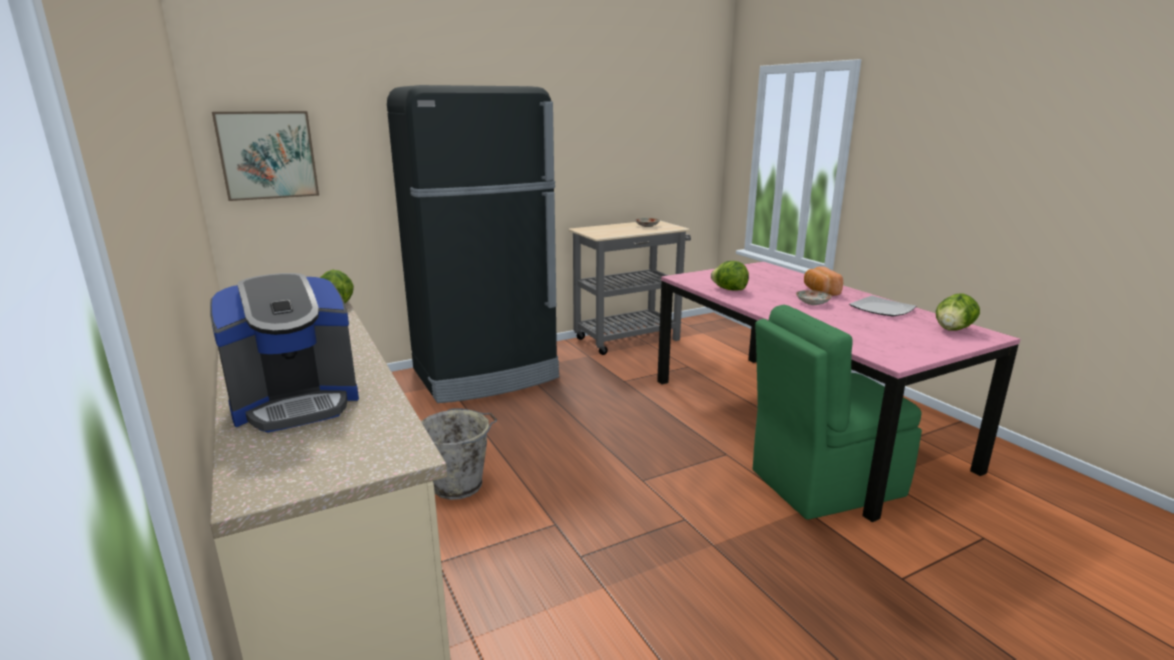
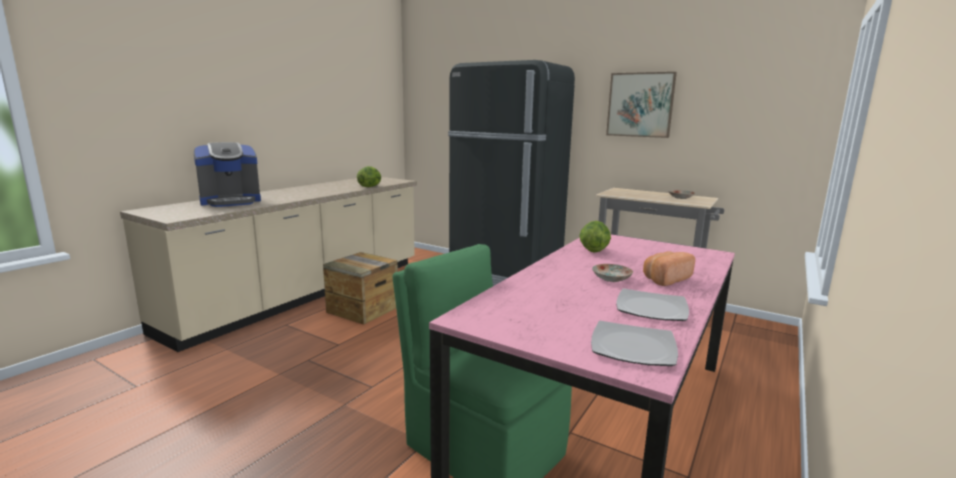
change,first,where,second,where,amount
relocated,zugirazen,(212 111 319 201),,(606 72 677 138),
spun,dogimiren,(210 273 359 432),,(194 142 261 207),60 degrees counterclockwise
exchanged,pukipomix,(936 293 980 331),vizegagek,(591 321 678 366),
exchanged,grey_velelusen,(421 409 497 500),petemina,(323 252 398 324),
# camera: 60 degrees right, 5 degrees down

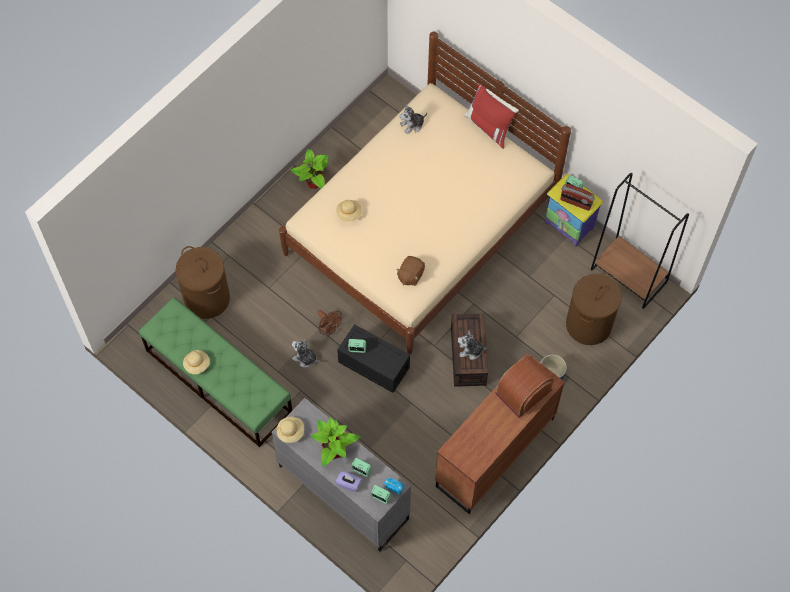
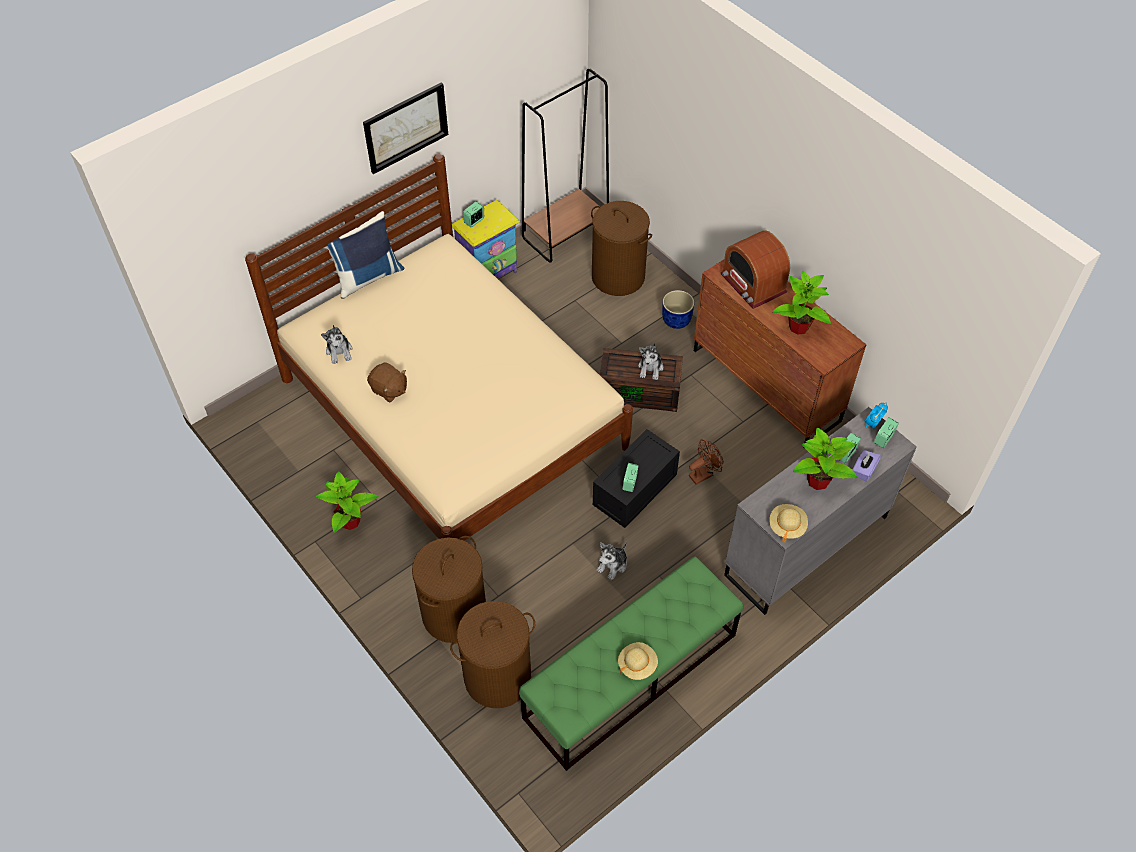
change,first,where,second,where,amount
colour,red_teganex,(464 84 519 149),blue_teganex,(326 211 405 299),
missing,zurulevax,(560 184 595 211),,,
missing,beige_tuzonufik,(336 200 362 222),,,
relocated,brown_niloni,(396 256 425 286),,(367 362 407 402),
relocated,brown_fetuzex,(317 310 342 336),,(689 439 723 485),
appeared,,,zugirazen,(363 82 448 174),
appeared,,,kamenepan,(772 271 831 335),
appeared,,,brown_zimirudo,(412 536 486 643),
# camera: 80 degrees left, 10 degrees down

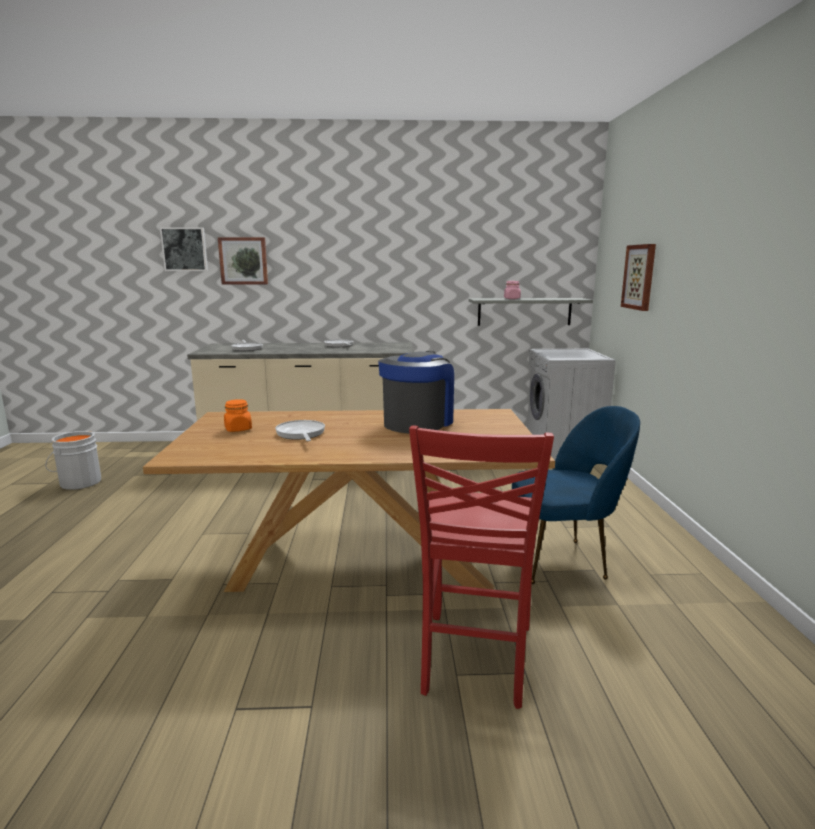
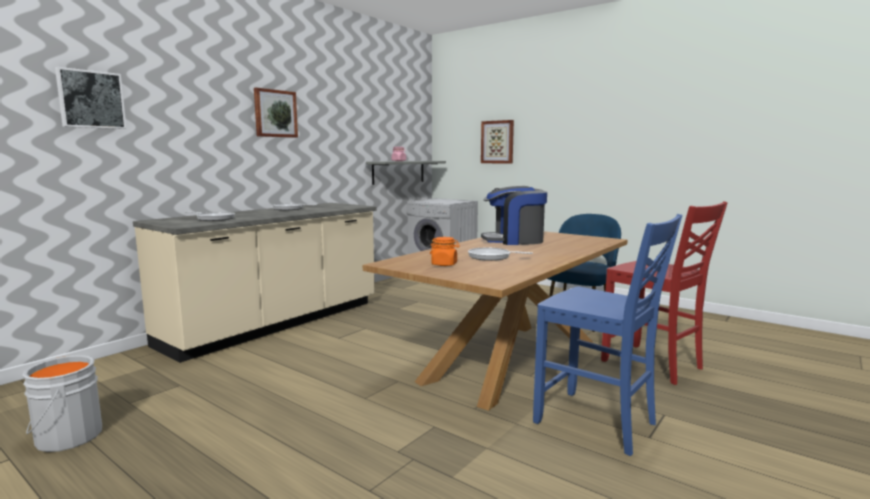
change,first,where,second,where,amount
relocated,zugirazen,(218 237 268 285),,(254 87 298 138),
spun,dogimiren,(378 351 454 434),,(481 186 547 245),75 degrees counterclockwise
appeared,,,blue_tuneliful,(533 214 682 456),
# camera: 50 degrees left, 5 degrees down

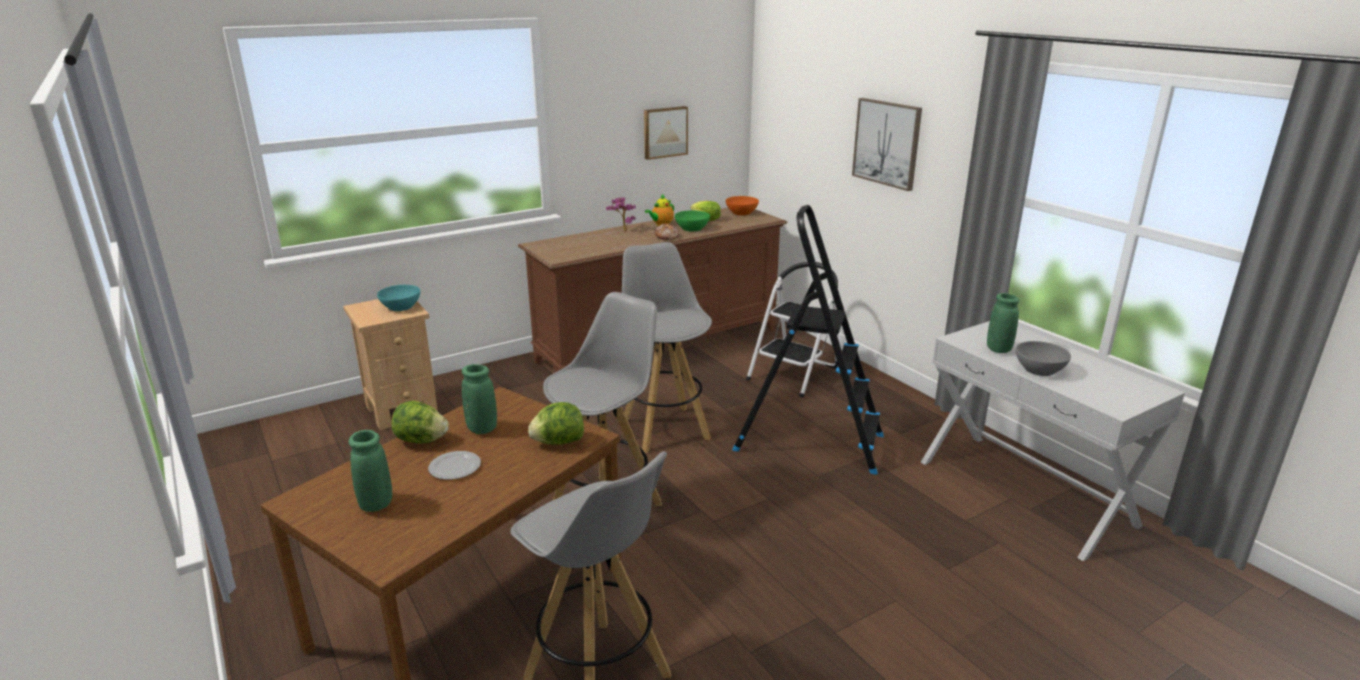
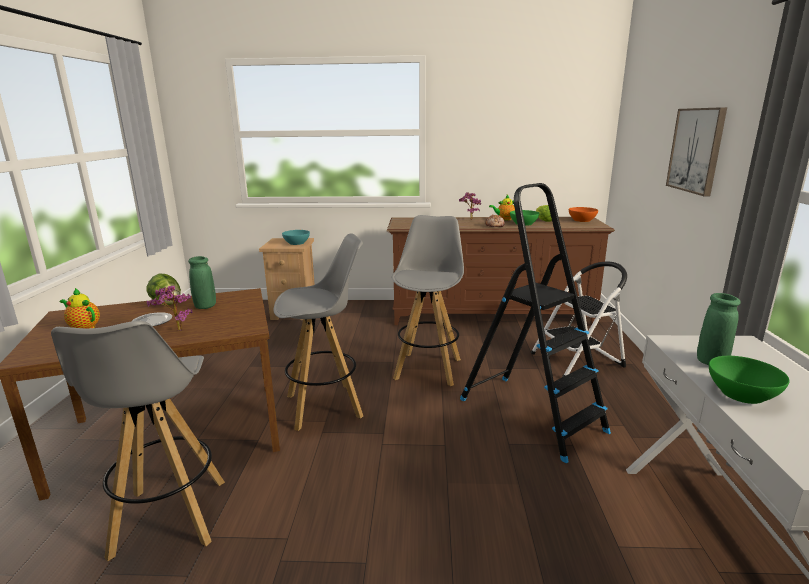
change,first,where,second,where,amount
missing,zugirazen,(644 106 688 160),,,
colour,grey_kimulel,(1016 341 1071 376),green_kimulel,(709 356 790 404),
missing,pukipomix,(528 402 584 445),,,
exchanged,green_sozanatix,(349 430 392 512),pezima,(60 288 100 328),
appeared,,,kamenepan,(147 286 193 331),
# camera: 35 degrees right, 5 degrees down

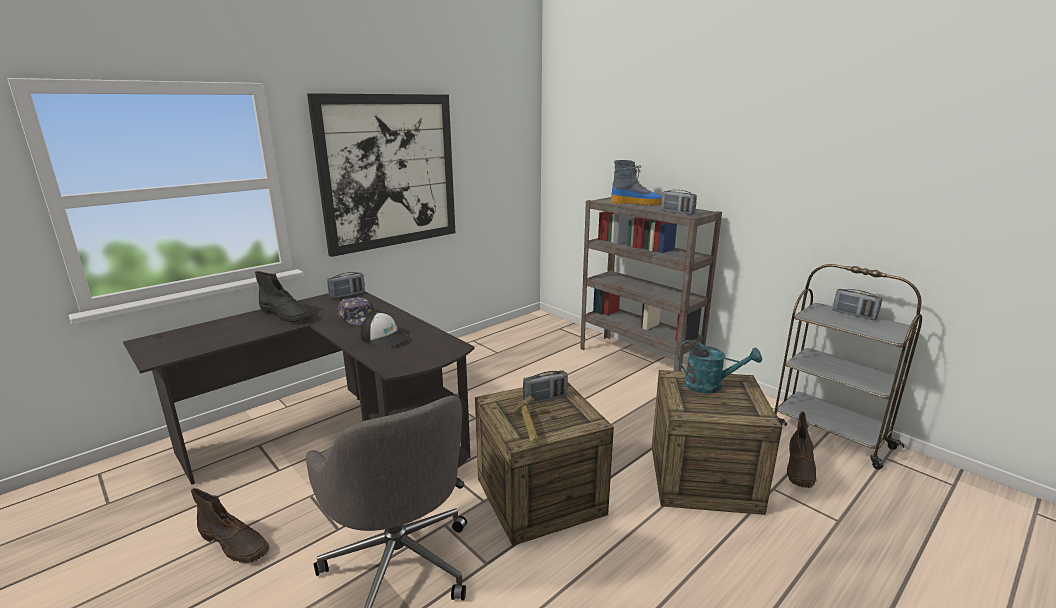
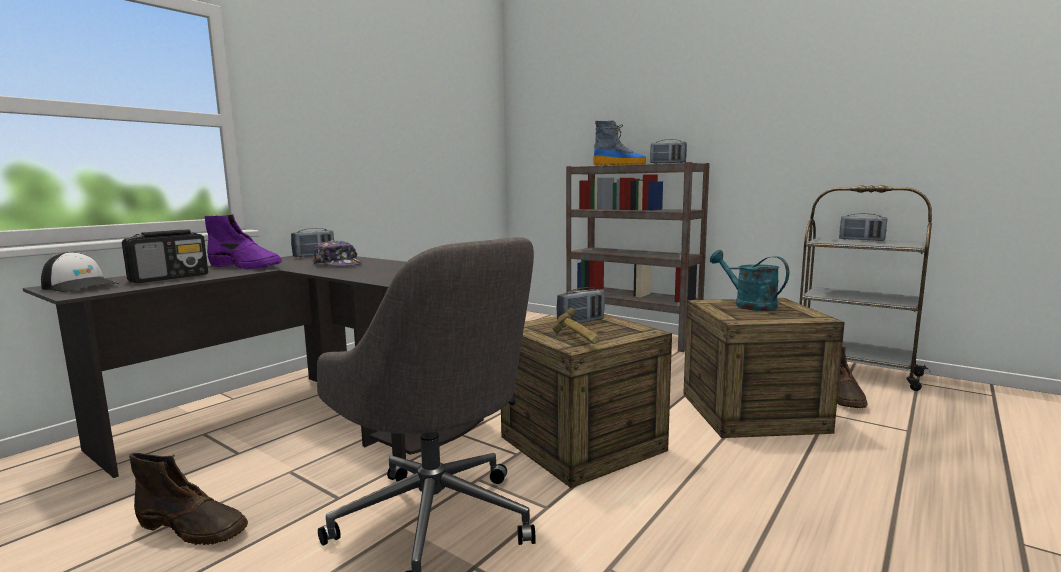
change,first,where,second,where,amount
missing,zugirazen,(307 93 455 257),,,
colour,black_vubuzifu,(255 271 313 322),purple_vubuzifu,(205 214 282 269),
relocated,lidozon,(360 312 411 348),,(41 252 119 292),
spun,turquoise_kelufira,(678 340 762 394),,(710 250 789 311),135 degrees counterclockwise
appeared,,,zurulevax,(122 229 208 283),
# camera: 10 degrees left, 10 degrees down

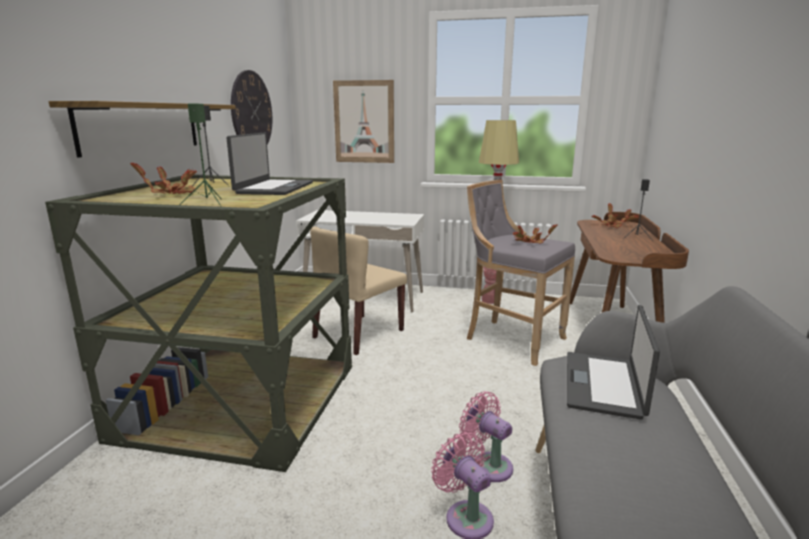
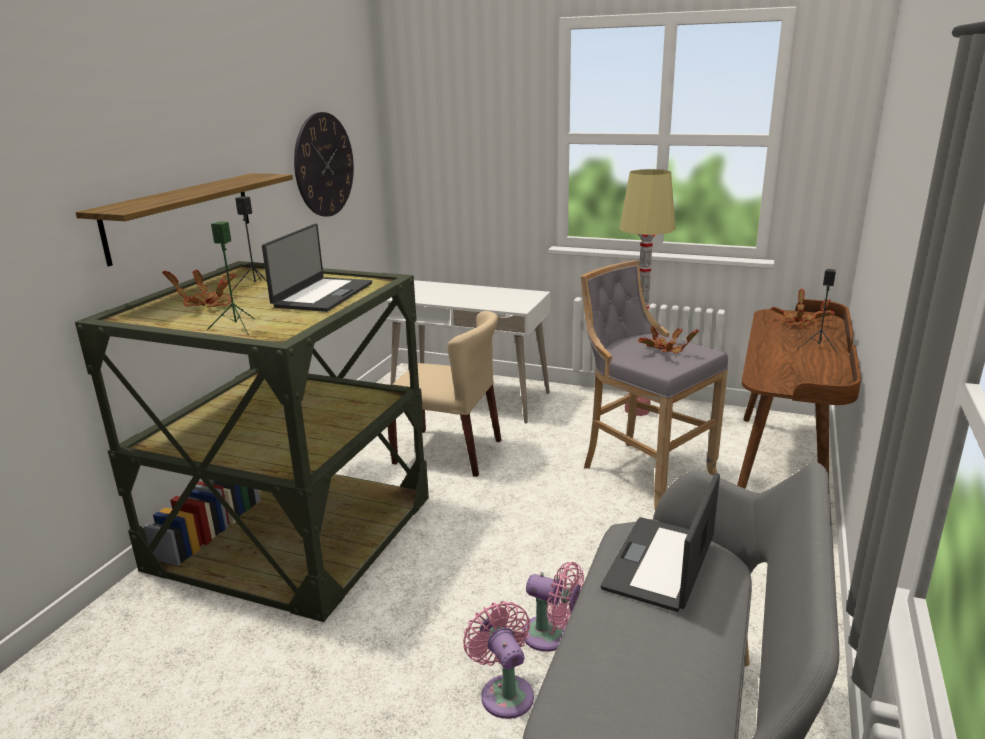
change,first,where,second,where,amount
missing,zugirazen,(333 80 394 163),,,
spun,beige_tuneliful,(310 226 407 355),,(388 311 501 477),120 degrees counterclockwise
spun,pink_fetuzex,(459 391 513 482),,(522 562 584 652),150 degrees clockwise
# camera: 10 degrees right, 5 degrees up

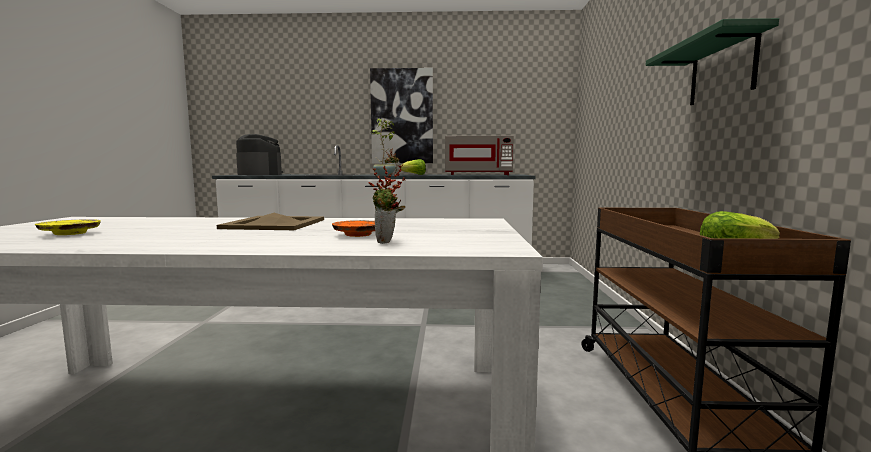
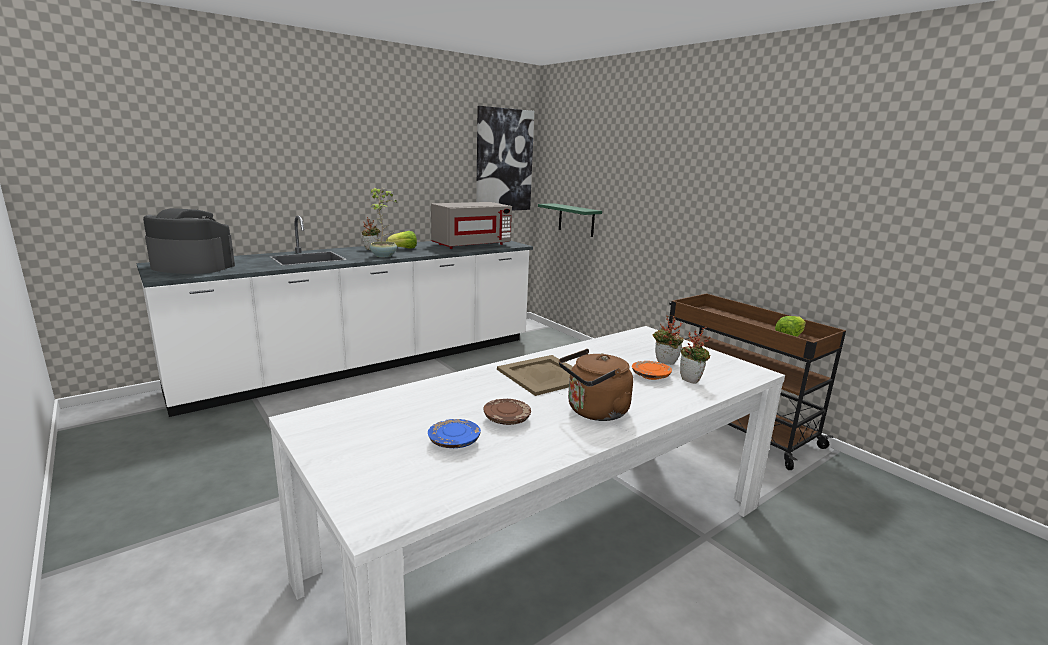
change,first,where,second,where,amount
relocated,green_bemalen,(645 18 779 105),,(538 203 602 237),
relocated,zugirazen,(370 68 433 163),,(476 106 534 211),
colour,yellow_vizegagek,(35 219 101 235),blue_vizegagek,(428 419 481 448),
appeared,,,kamenepan,(653 315 684 365),
appeared,,,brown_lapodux,(559 349 633 421),
appeared,,,brown_vizegagek,(483 399 531 425),
# camera: 40 degrees left, 10 degrees up

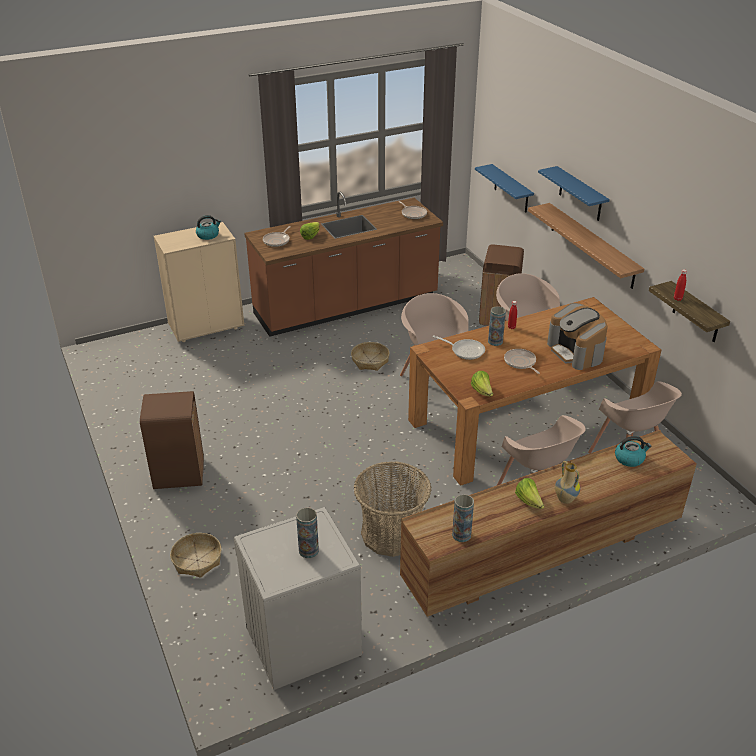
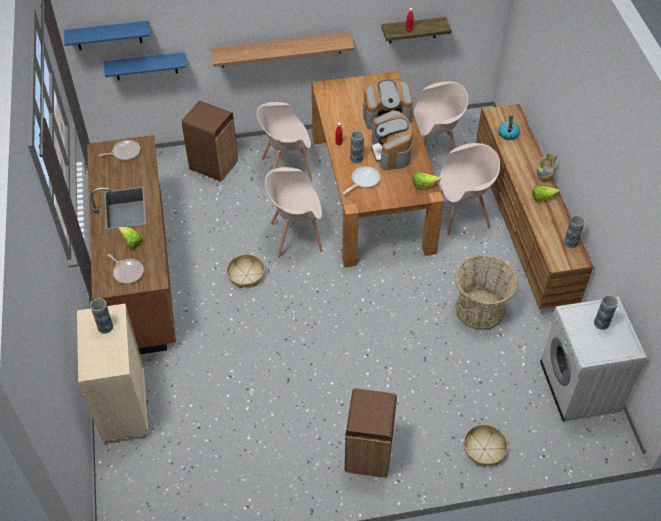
change,first,where,second,where,amount
relocated,blue_bemalen,(538 166 610 221),,(64 21 150 50),
exchanged,lapodux,(196 215 221 240),sozanatix,(90 298 113 334),
exchanged,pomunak,(504 349 540 374),dogimiren,(371 110 413 171),
# camera: 75 degrees left, 15 degrees up

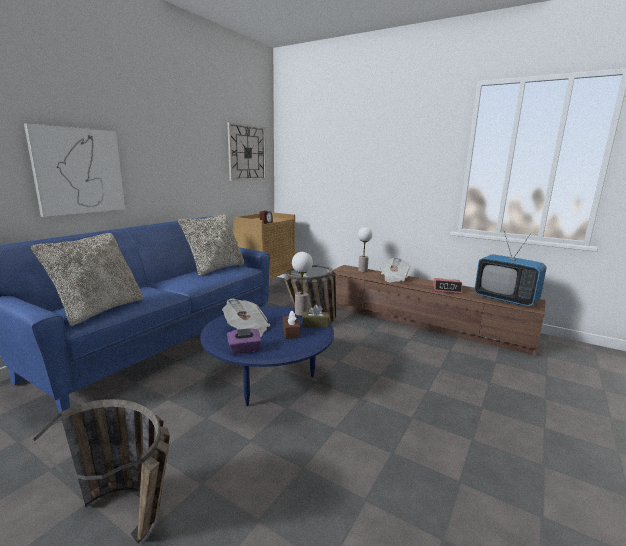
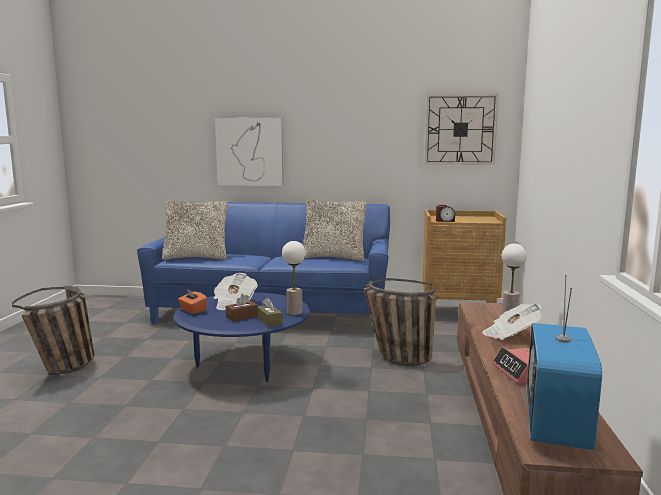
change,first,where,second,where,amount
colour,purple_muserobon,(227 329 261 354),orange_muserobon,(178 289 207 314),
# camera: 65 degrees right, 5 degrees down

